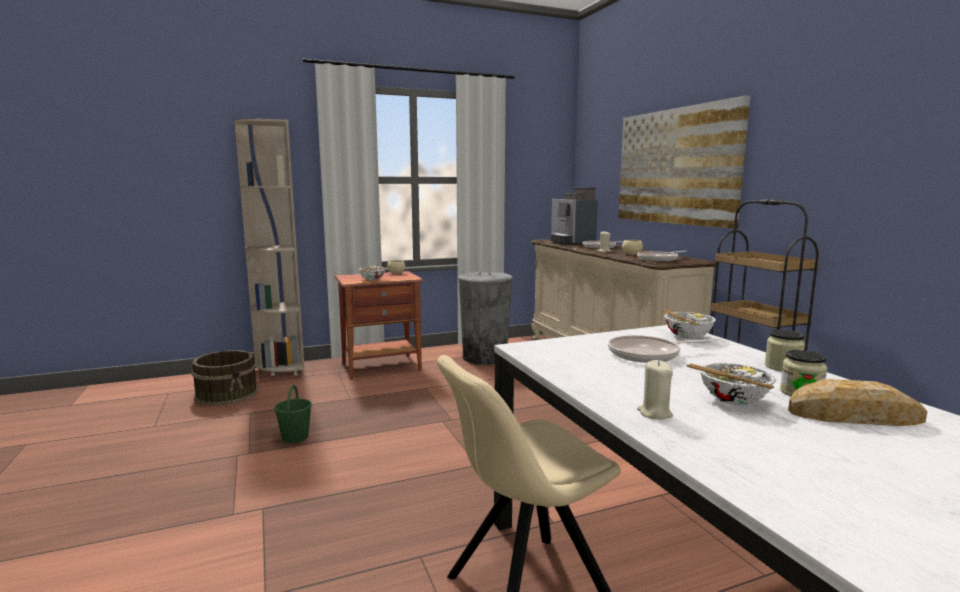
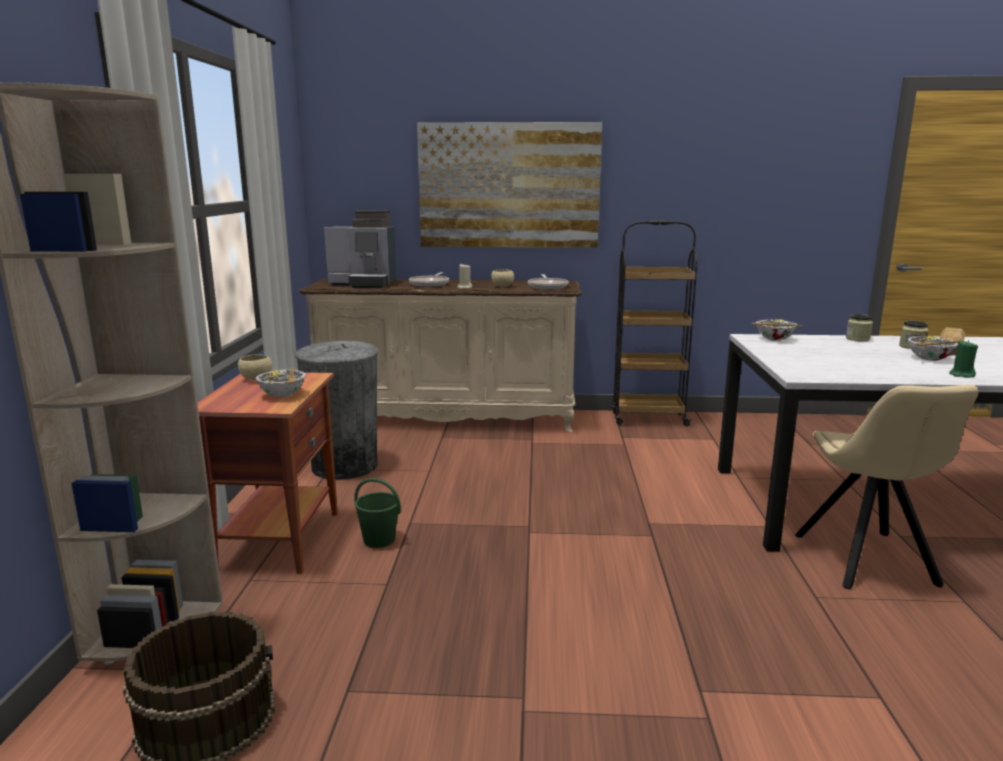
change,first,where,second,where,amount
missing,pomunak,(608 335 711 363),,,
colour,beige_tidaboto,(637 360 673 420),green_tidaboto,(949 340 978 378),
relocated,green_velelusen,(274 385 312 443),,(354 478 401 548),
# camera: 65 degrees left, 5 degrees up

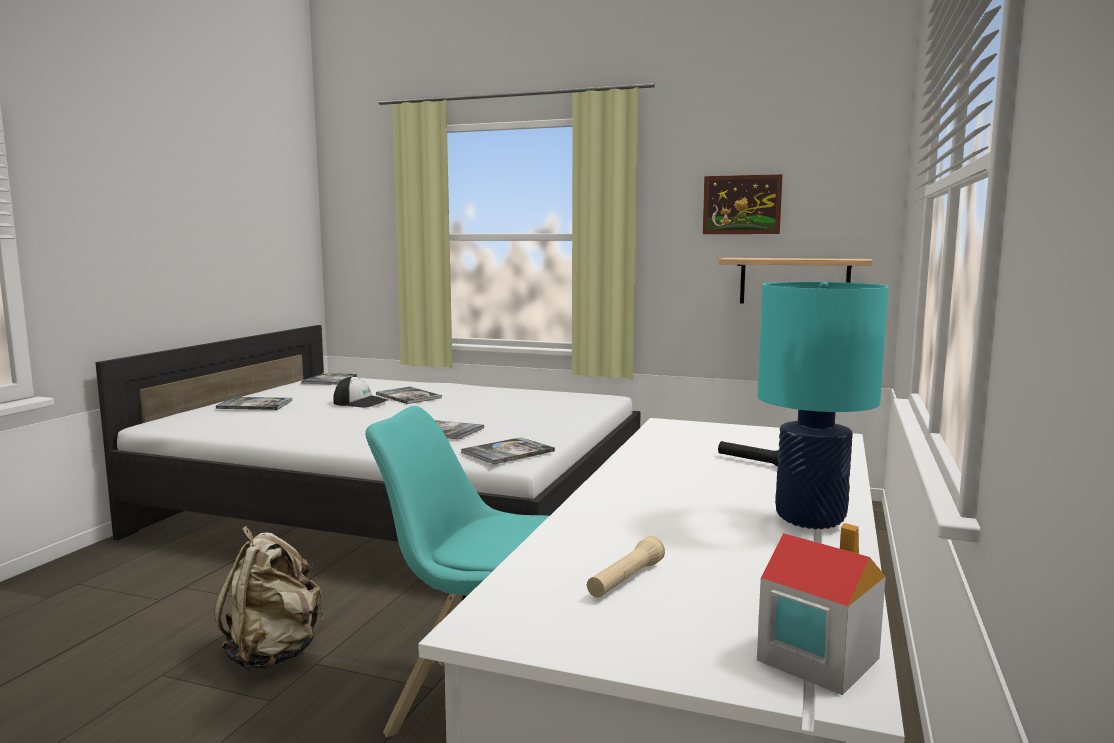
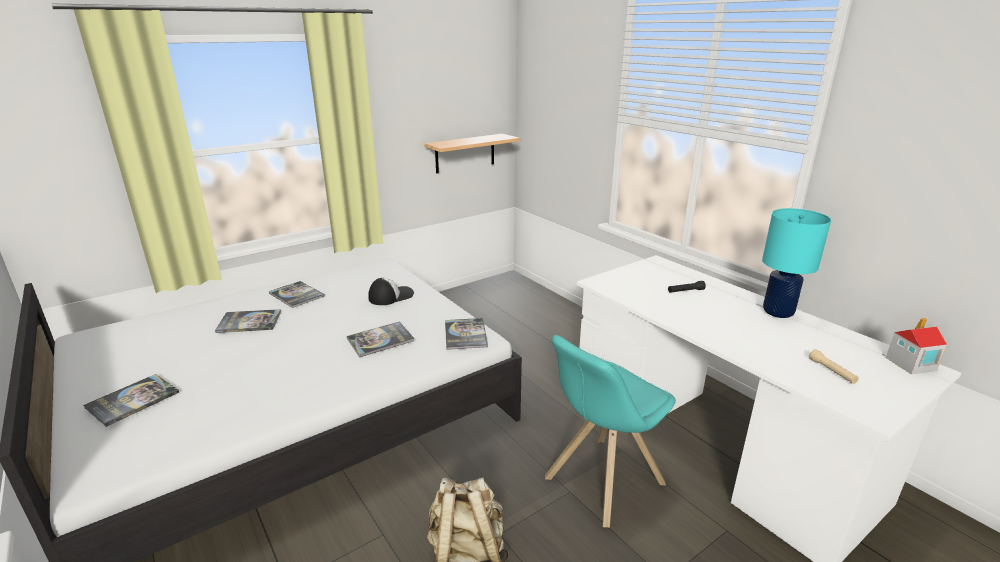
change,first,where,second,where,amount
missing,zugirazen,(703 174 783 234),,,
relocated,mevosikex,(301 373 357 385),,(269 281 325 308),
relocated,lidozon,(333 376 388 408),,(368 278 414 305),
# camera: 55 degrees left, 15 degrees up

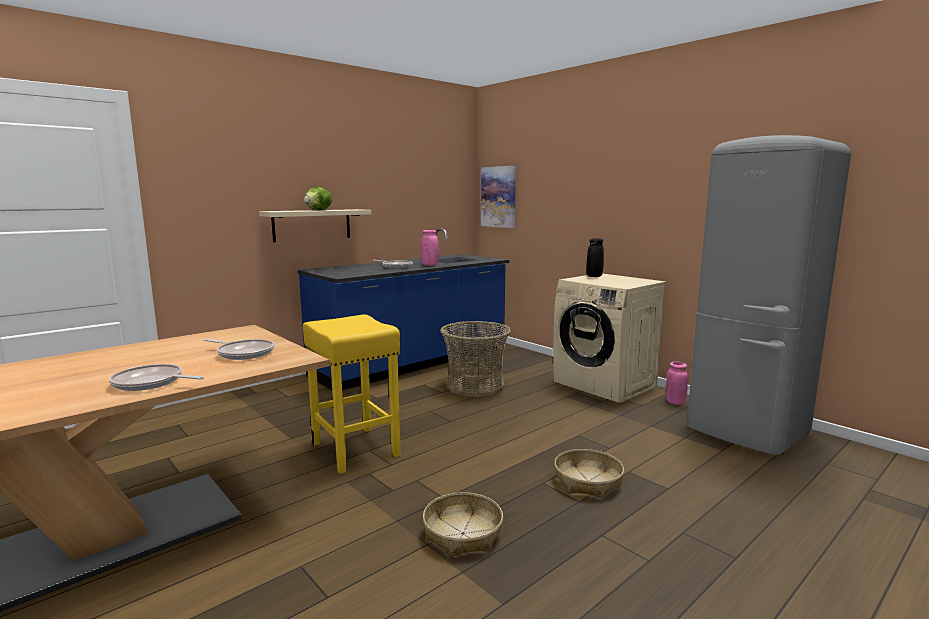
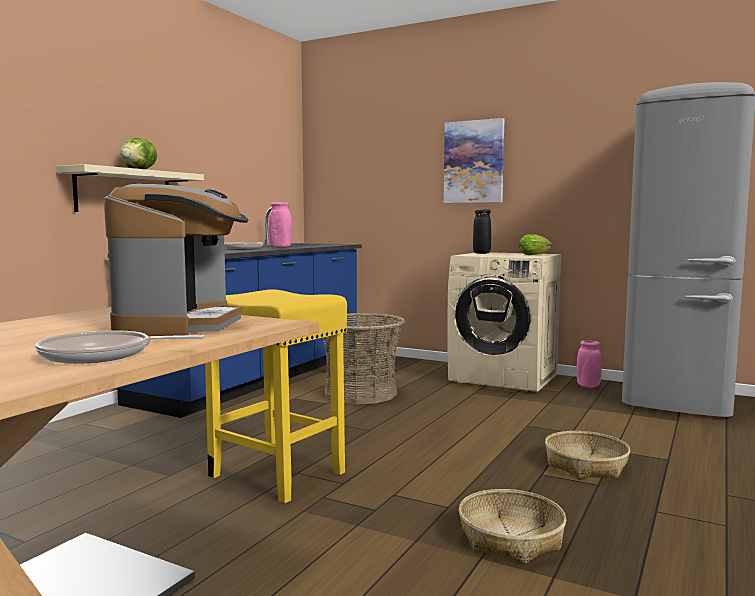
change,first,where,second,where,amount
relocated,zugirazen,(481 166 516 228),,(444 118 504 203),
exchanged,pomunak,(204 339 274 360),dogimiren,(104 184 249 336),
appeared,,,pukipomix,(519 234 552 255),
# camera: 20 degrees left, 5 degrees down

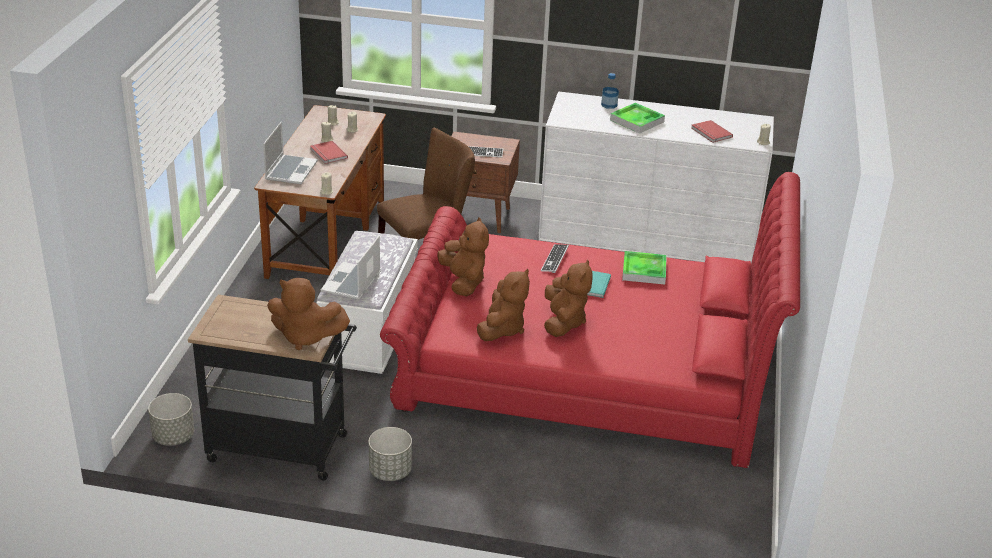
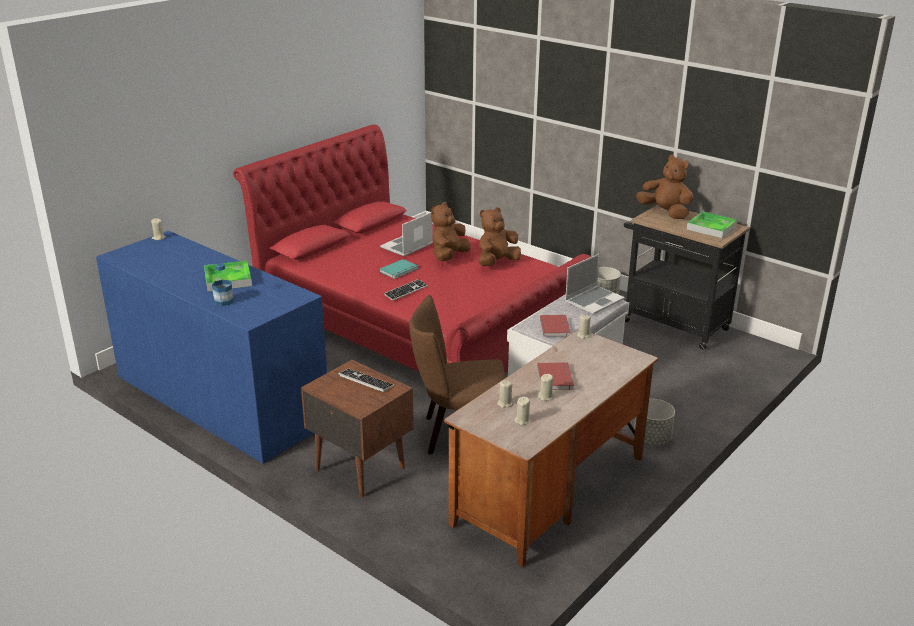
change,first,where,second,where,amount
colour,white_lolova,(538 91 774 262),blue_lolova,(96 231 327 464),
relocated,red_mevosikex,(692 120 733 143),,(540 315 571 337),
relocated,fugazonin,(263 122 318 184),,(380 212 433 256),
missing,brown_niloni,(437 217 489 297),,,
relocated,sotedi,(622 251 667 284),,(687 211 737 238),
relocated,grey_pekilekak,(148 393 194 446),,(634 399 675 445),
# camera: 150 degrees left, 5 degrees down

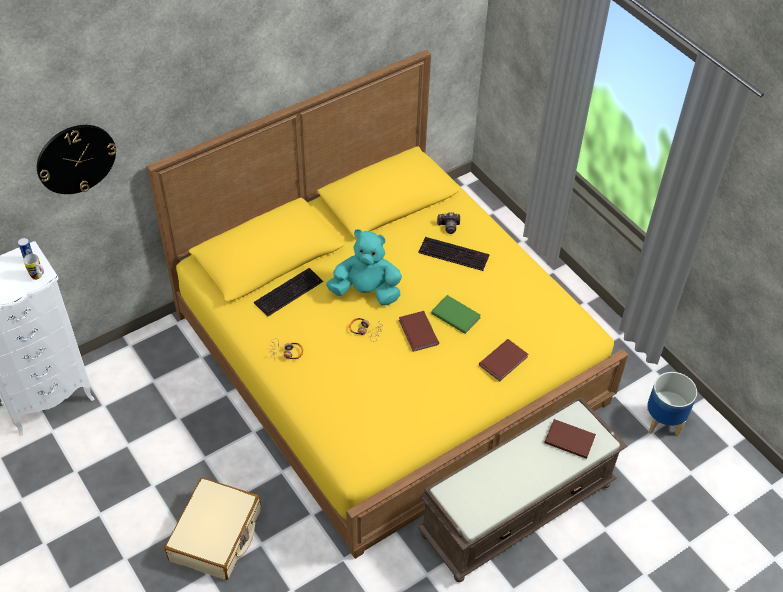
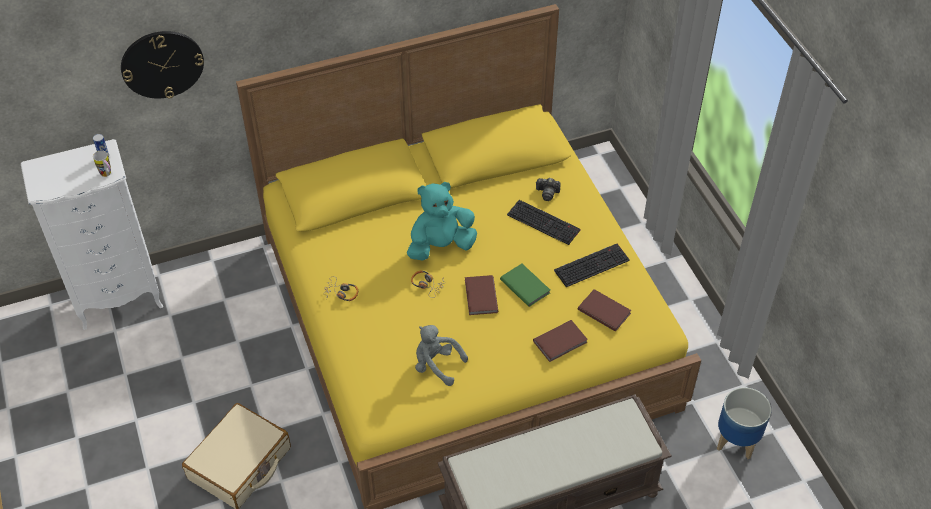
change,first,where,second,where,amount
spun,turquoise_niloni,(326 229 402 306),,(407 182 477 260),45 degrees counterclockwise
relocated,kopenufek,(254 268 323 317),,(554 244 630 287),
relocated,brown_mevosikex,(544 419 596 459),,(578 289 632 332),
appeared,,,grey_niloni,(415 325 468 386),
# camera: 15 degrees right, 0 degrees up

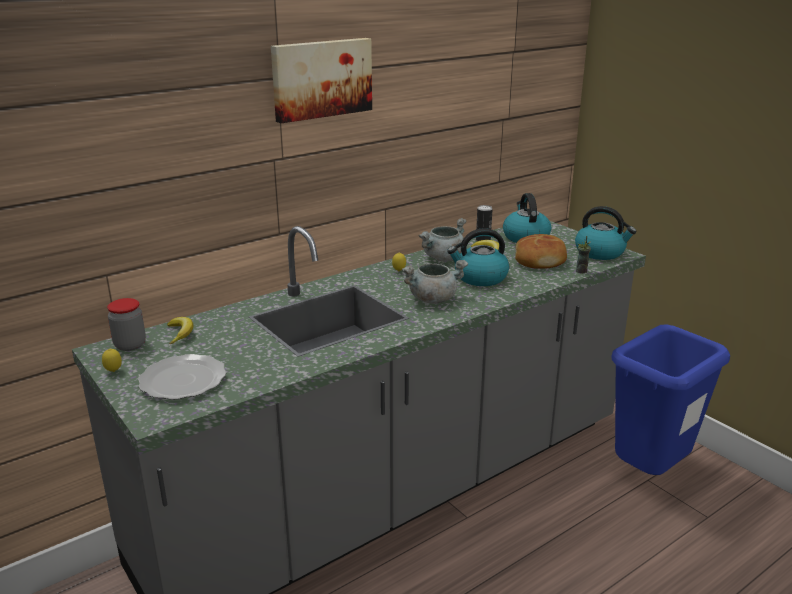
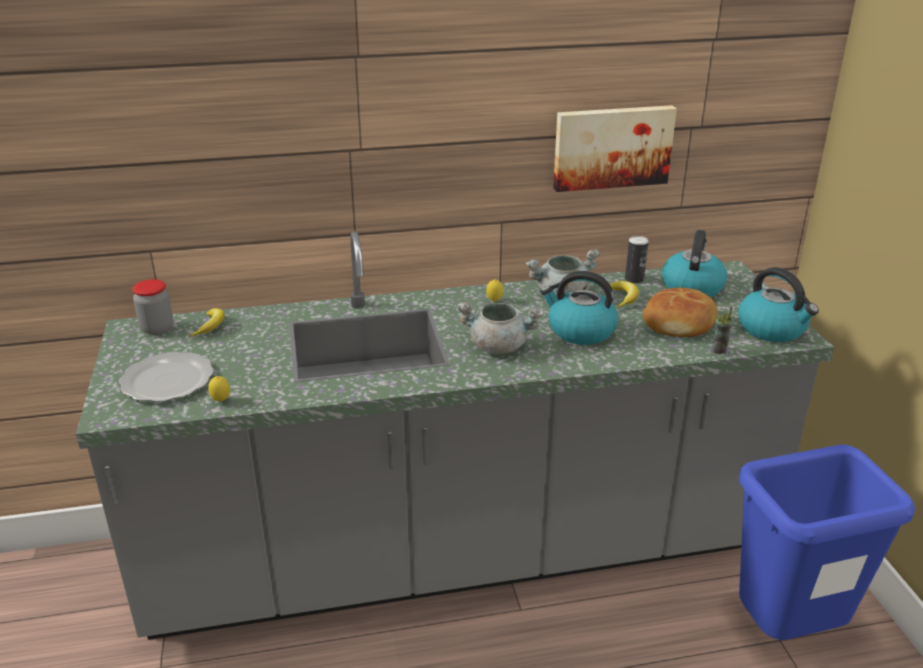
change,first,where,second,where,amount
relocated,zugirazen,(271 38 372 123),,(553 105 677 192),
relocated,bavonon,(102 349 122 372),,(208 376 230 402),
# camera: 25 degrees right, 5 degrees up

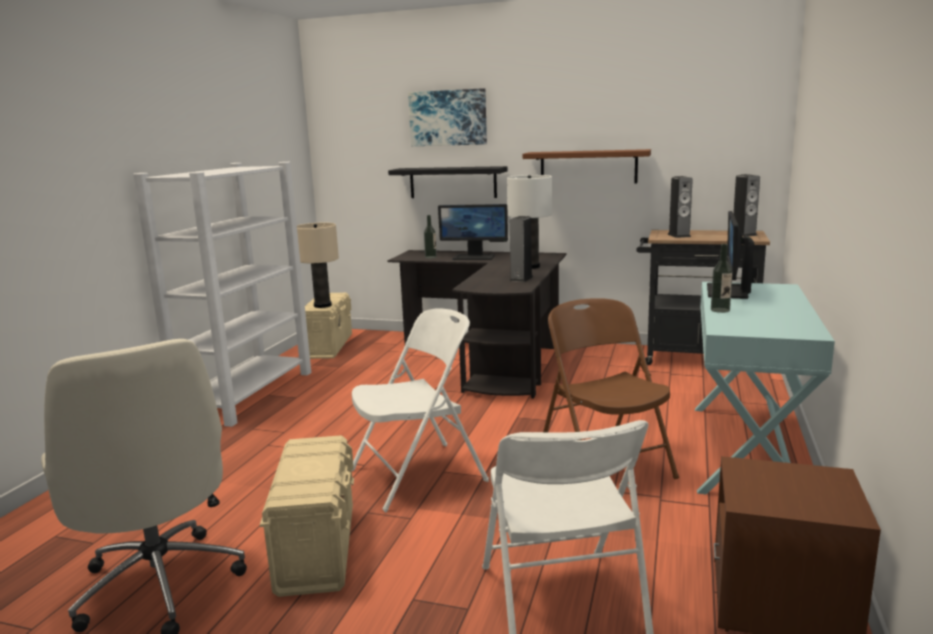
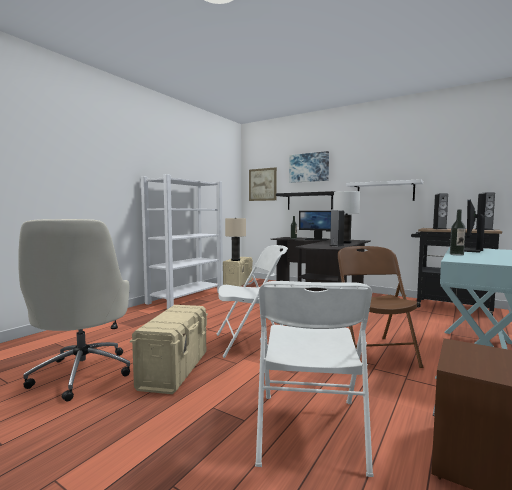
change,first,where,second,where,amount
colour,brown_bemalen,(523 149 651 183),white_bemalen,(346 179 423 201),
appeared,,,zugirazen,(249 167 277 201),
# camera: 15 degrees right, 10 degrees down

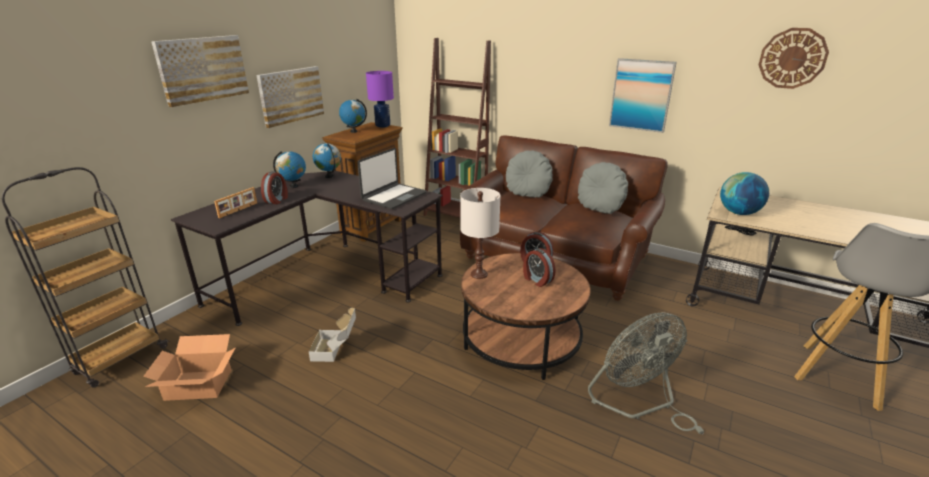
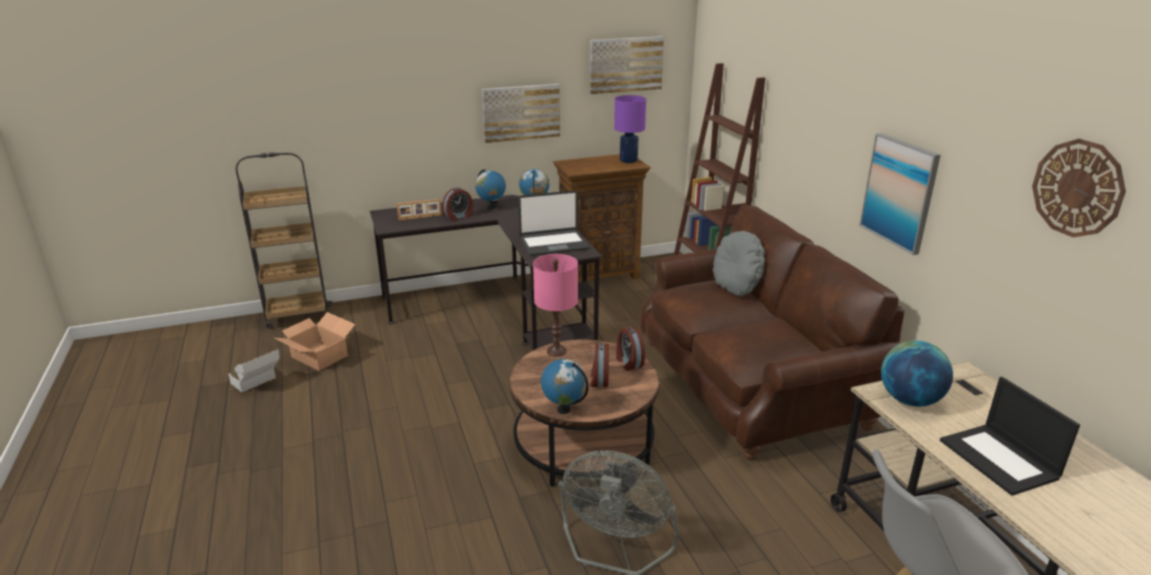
change,first,where,second,where,amount
relocated,zugirazen,(151 35 249 107),,(590 36 664 94),
relocated,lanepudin,(339 99 367 133),,(541 359 589 414),
missing,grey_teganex,(578 162 628 214),,,
colour,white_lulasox,(460 188 501 279),pink_lulasox,(533 254 578 357),
relocated,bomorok,(309 308 356 362),,(228 348 279 392),
appeared,,,fugazonin,(940 377 1080 496),
# camera: 40 degrees right, 0 degrees up

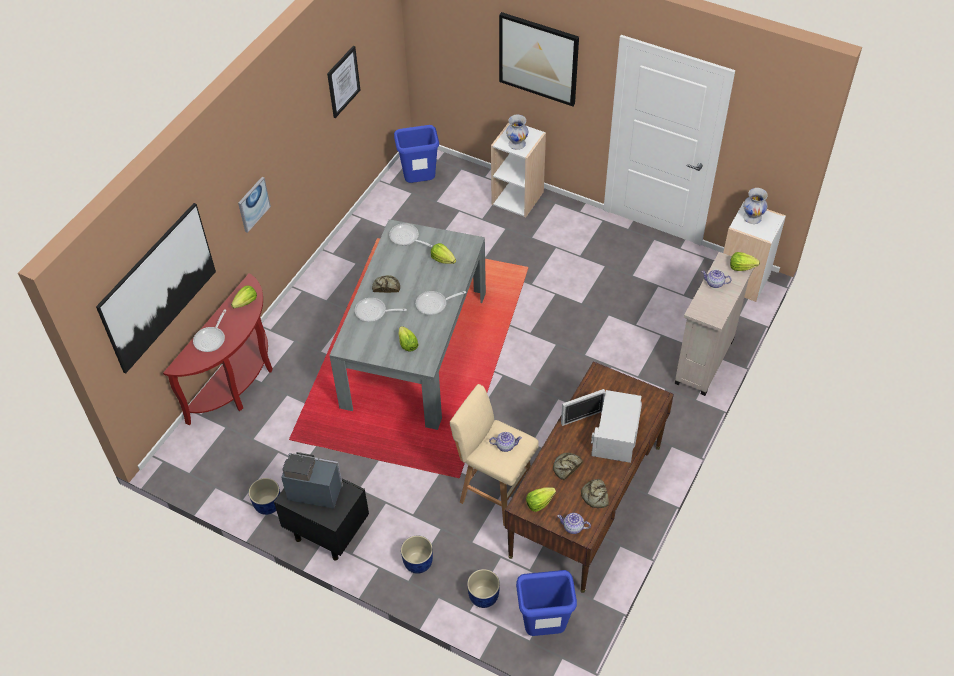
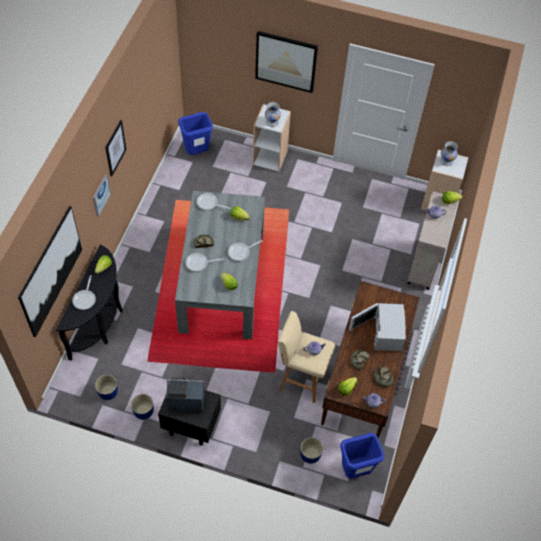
change,first,where,second,where,amount
relocated,zugirazen,(327 46 360 118),,(105 120 127 176),
colour,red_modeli,(163 274 273 425),black_modeli,(56 245 123 361),
relocated,blue_pekilekak,(401 536 433 574),,(95 375 118 400),
# camera: 15 degrees left, 5 degrees up

